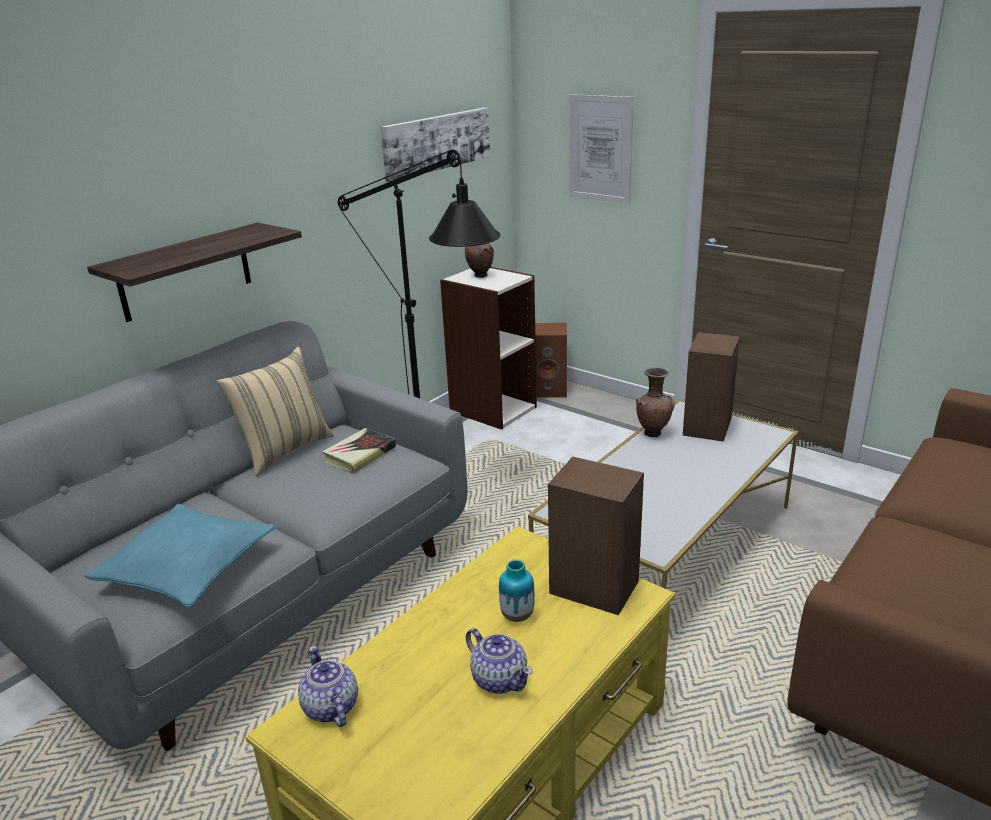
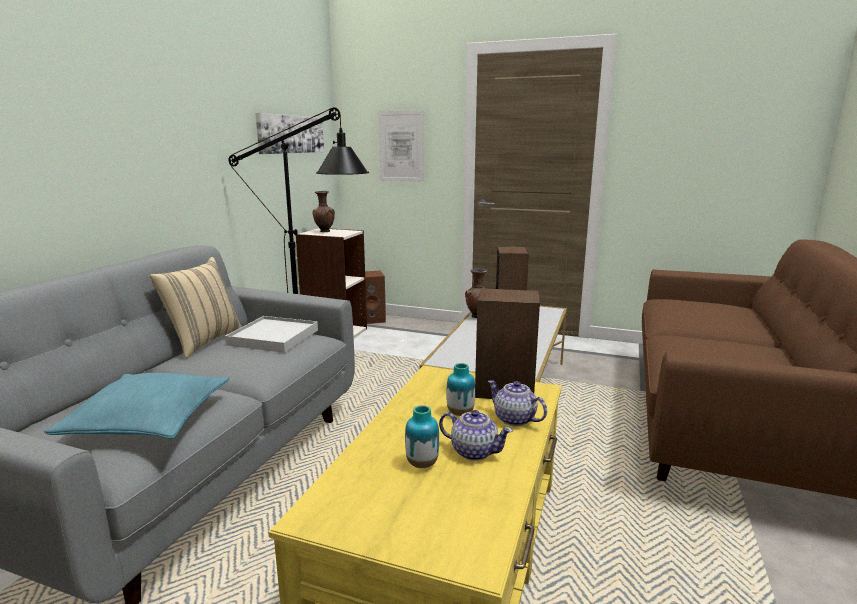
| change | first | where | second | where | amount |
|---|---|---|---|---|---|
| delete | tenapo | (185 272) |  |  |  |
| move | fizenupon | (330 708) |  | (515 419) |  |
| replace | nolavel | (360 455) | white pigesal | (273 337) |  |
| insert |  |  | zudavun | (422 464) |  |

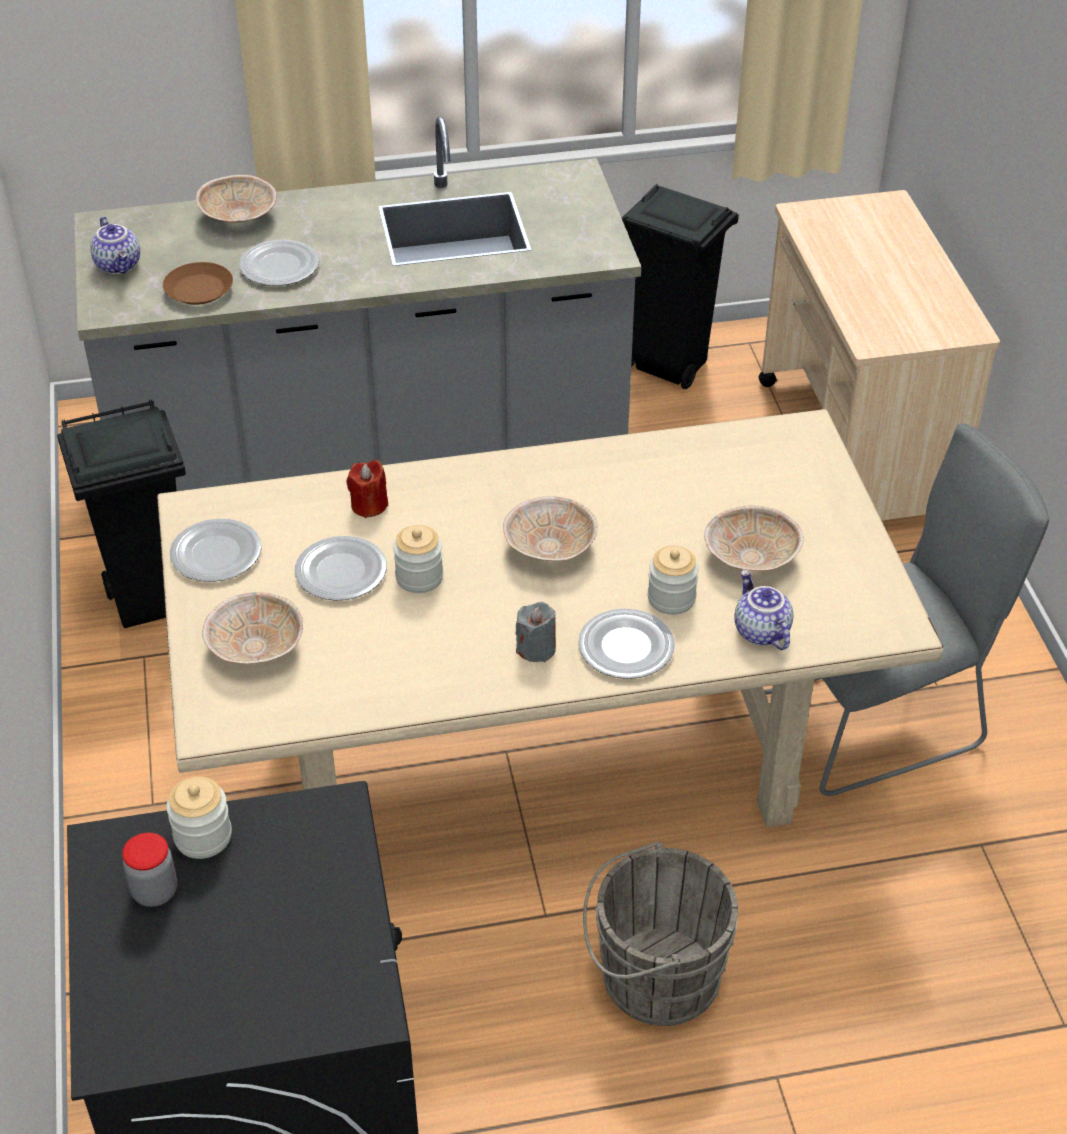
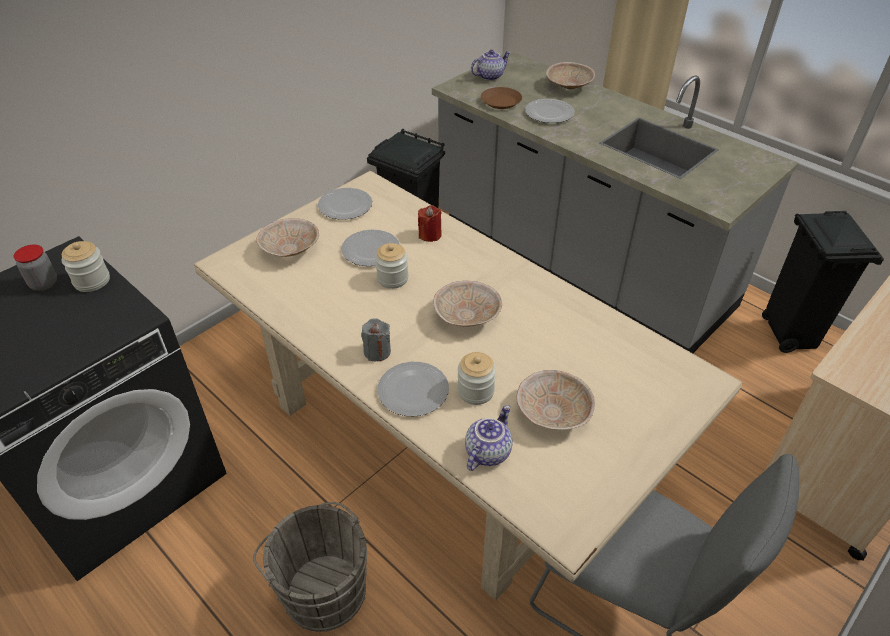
| change | first | where | second | where | amount |
|---|---|---|---|---|---|
| rotate | fizenupon | (119 265) |  | (490 76) | 150 degrees counterclockwise |

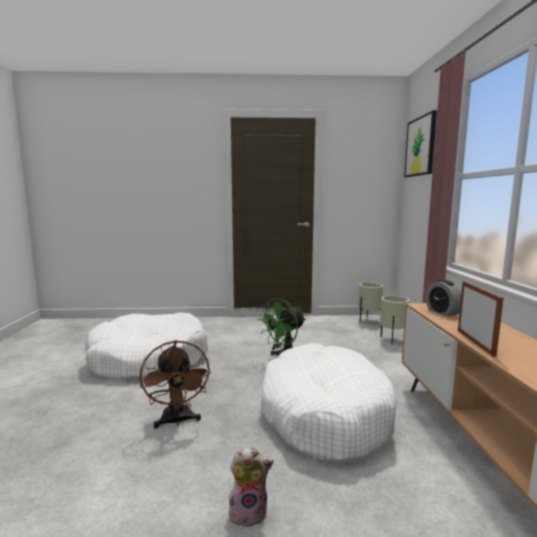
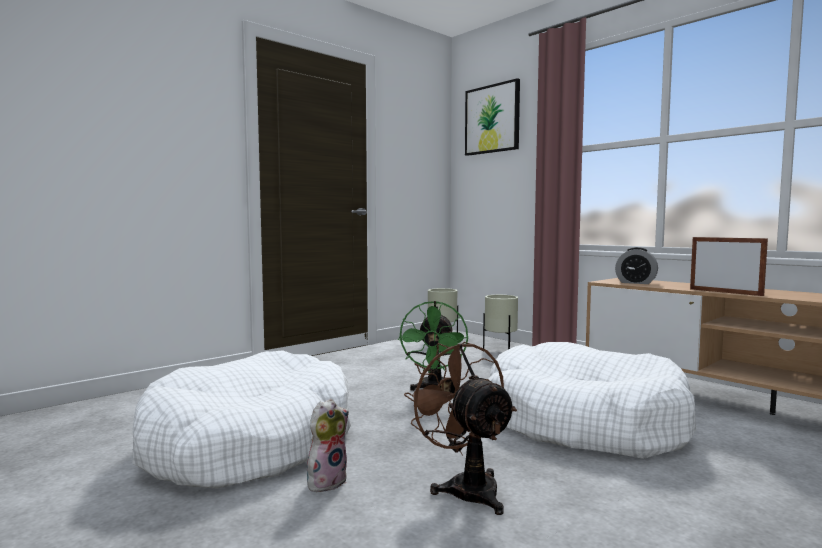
| change | first | where | second | where | amount |
|---|---|---|---|---|---|
| rotate | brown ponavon | (177 421) |  | (466 487) | 150 degrees counterclockwise |
| move | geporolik | (249 512) |  | (326 481) |  |

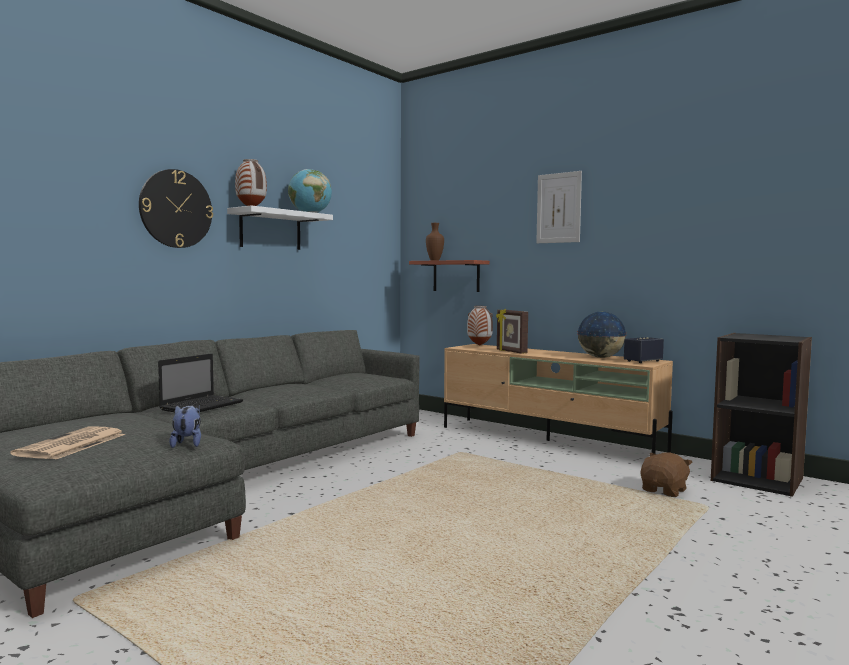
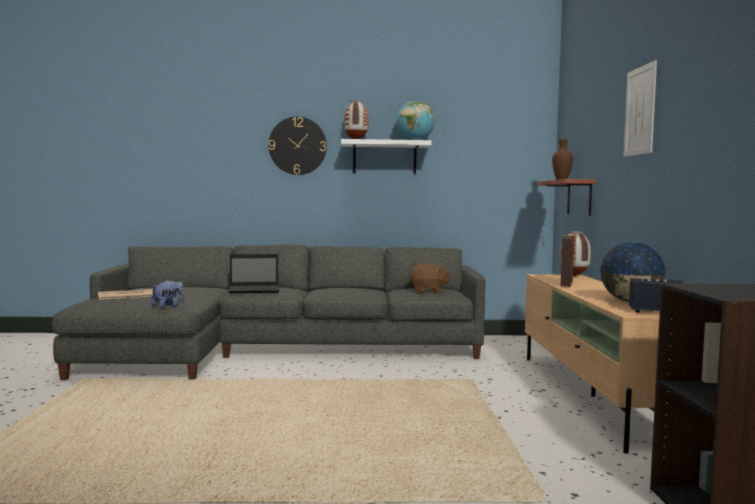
| change | first | where | second | where | amount |
|---|---|---|---|---|---|
| move | brown geporolik | (664 490) |  | (428 291) |  |

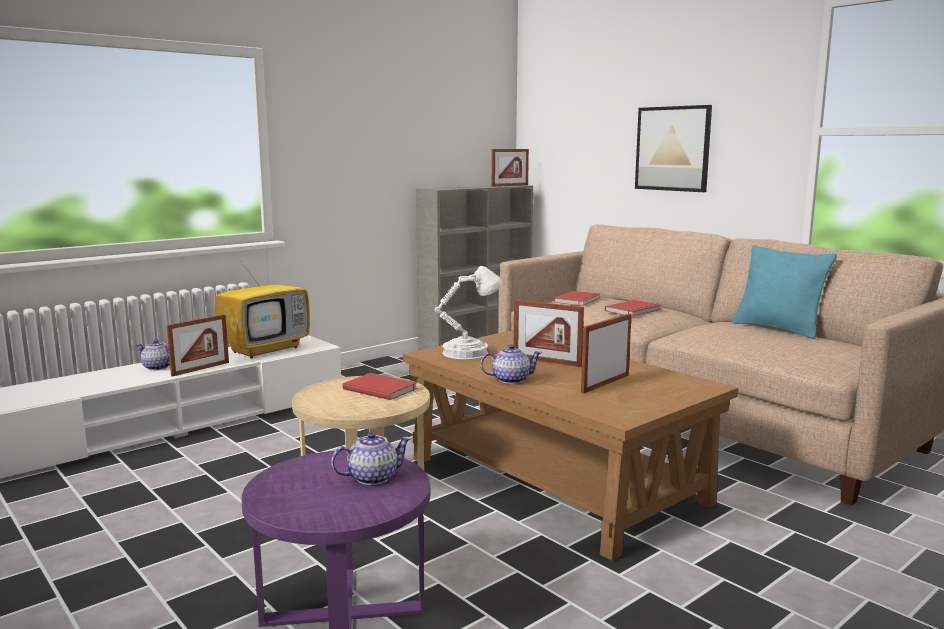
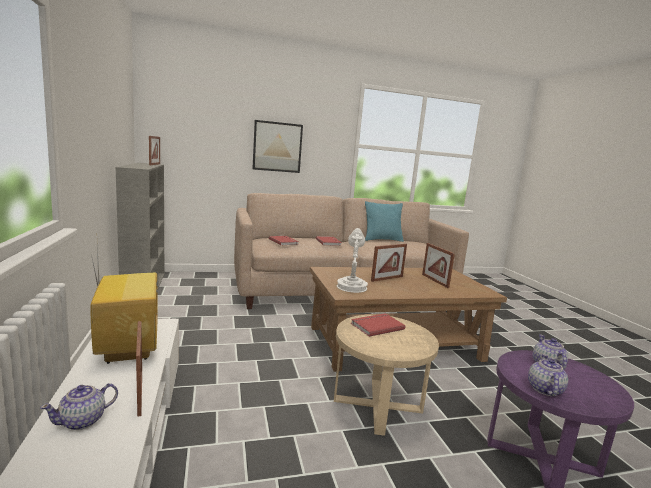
| change | first | where | second | where | amount |
|---|---|---|---|---|---|
| move | fizenupon | (510 380) |  | (544 389) |  |

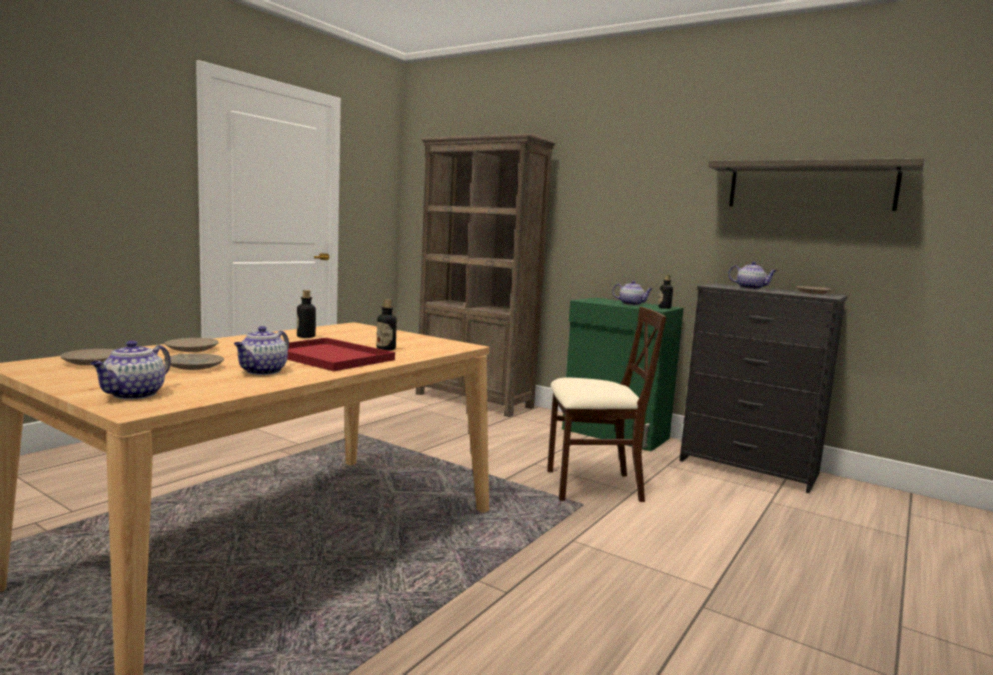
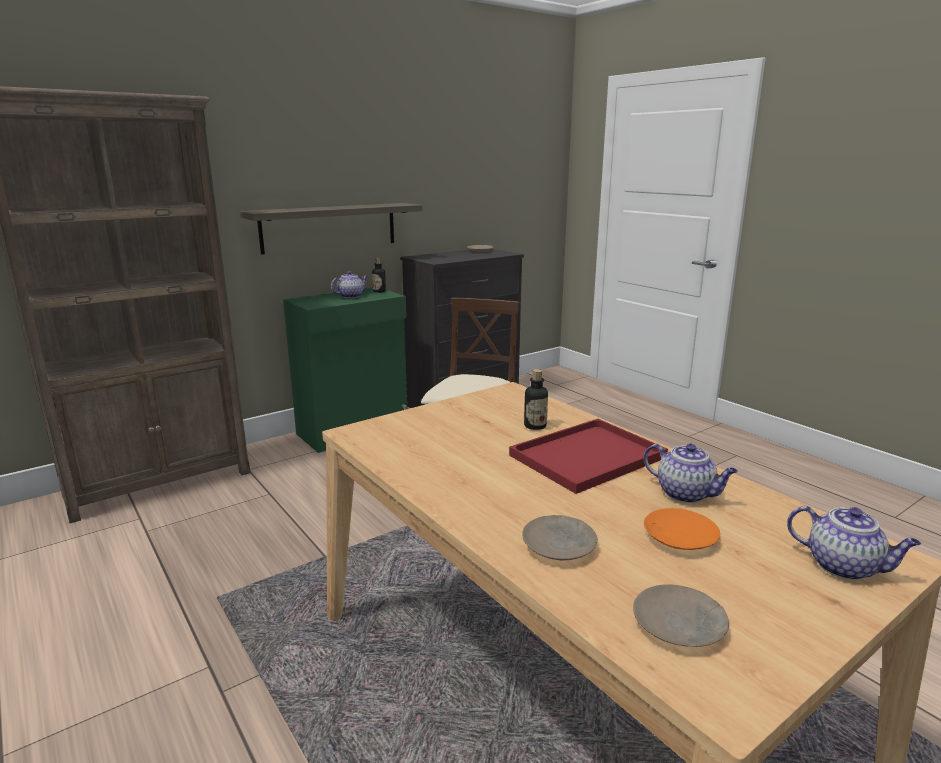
| change | first | where | second | where | amount |
|---|---|---|---|---|---|
| recolor | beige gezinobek | (193 367) | orange gezinobek | (679 537) |  |
| delete | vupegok | (306 336) |  |  |  |
| move | tenapo | (810 186) |  | (329 227) |  |
| delete | fizenupon | (751 288) |  |  |  |

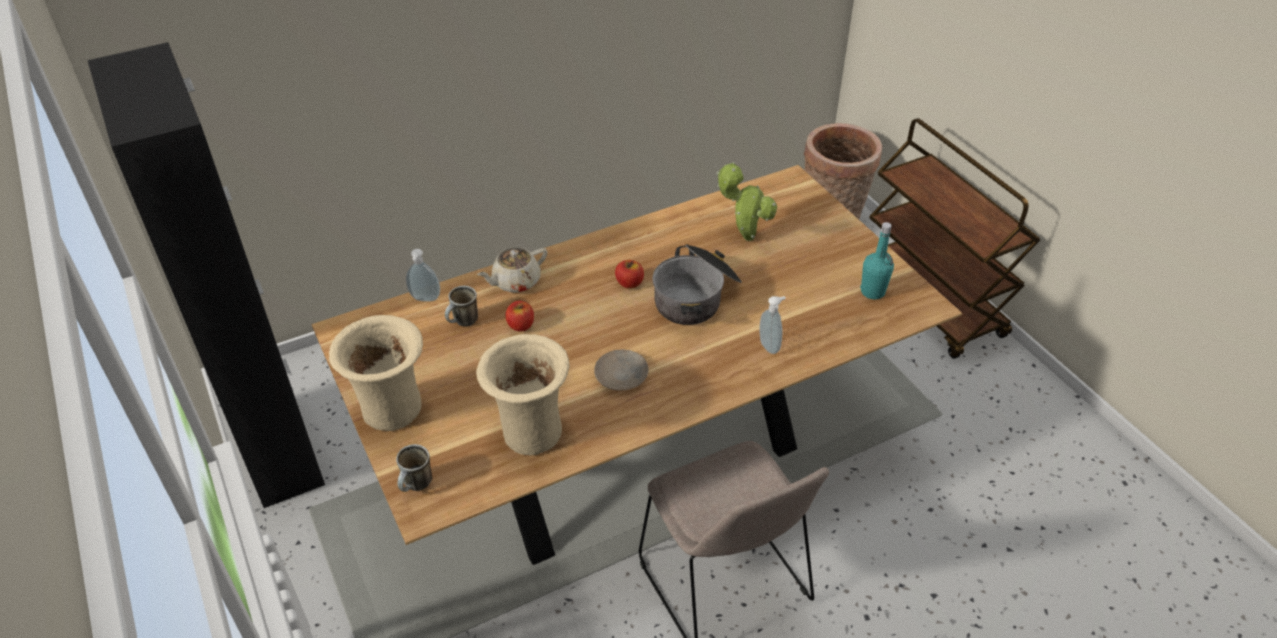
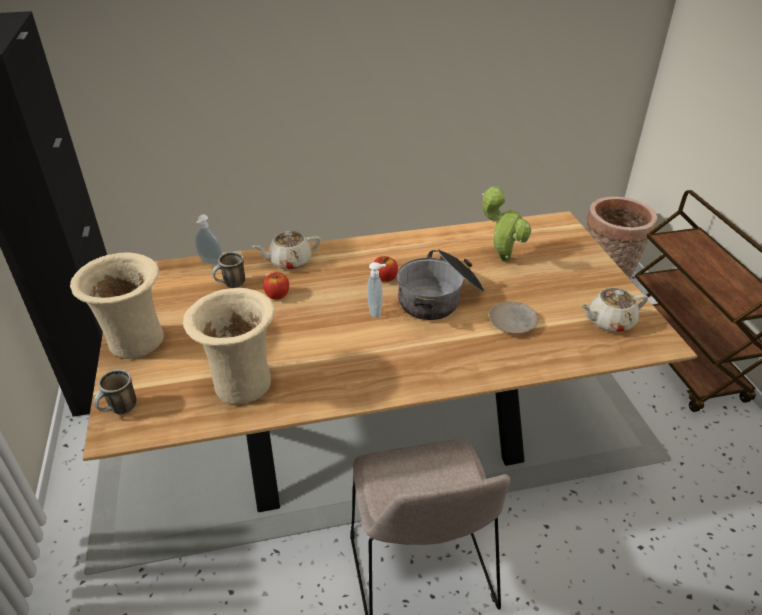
| change | first | where | second | where | amount |
|---|---|---|---|---|---|
| move | beige gezinobek | (622 375) |  | (513 322) |  |
| move | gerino | (770 346) |  | (376 312) |  |
| replace | turquoise vupegok | (872 292) | beige fizenupon | (609 322) |  |

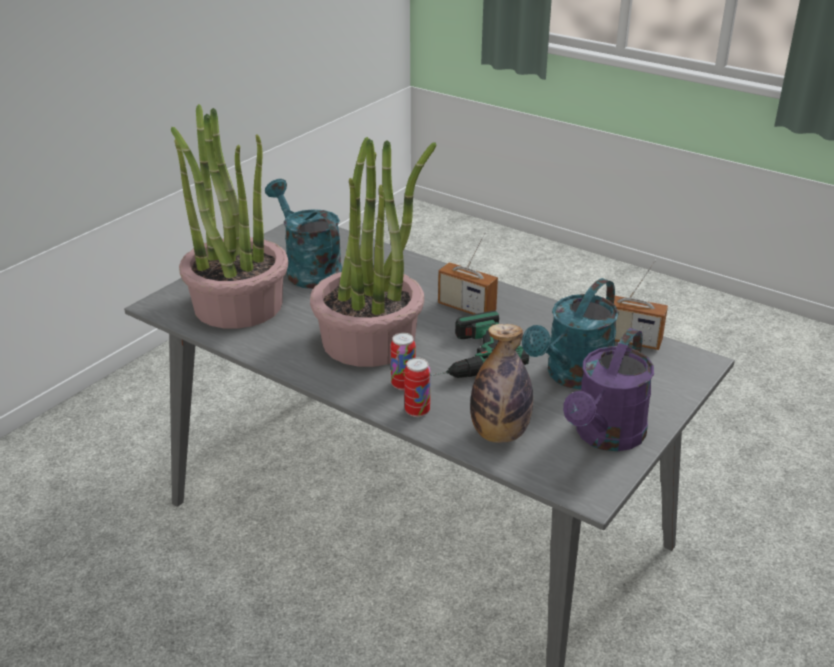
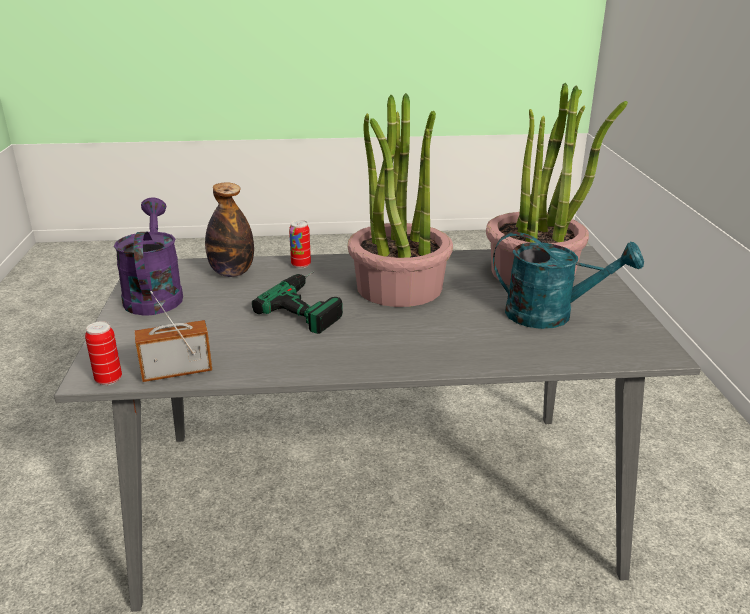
| change | first | where | second | where | amount |
|---|---|---|---|---|---|
| move | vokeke | (403 385) |  | (108 379) |  |
| delete | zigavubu | (466 308) |  |  |  |
| delete | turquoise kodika | (572 377) |  |  |  |

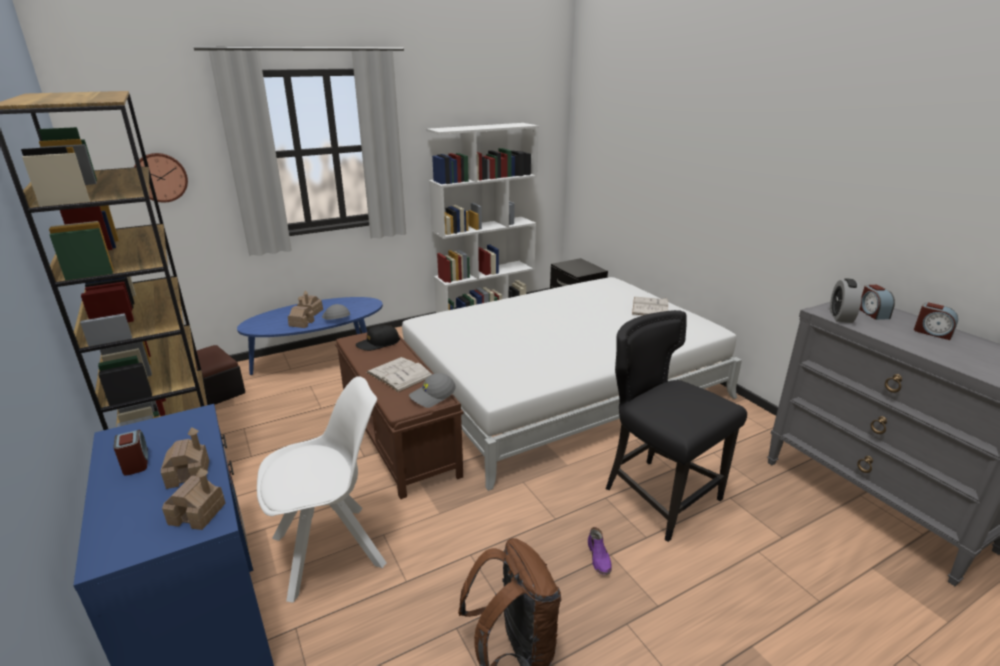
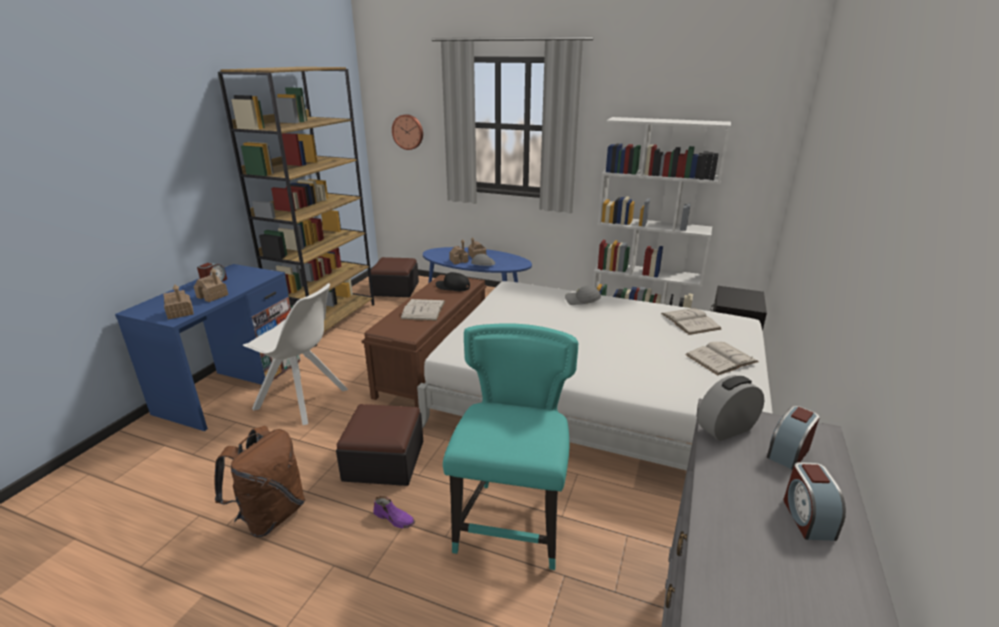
| change | first | where | second | where | amount |
|---|---|---|---|---|---|
| move | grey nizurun | (432 396) |  | (582 301) |  |
| rotate | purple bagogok | (599 558) |  | (394 518) | 105 degrees counterclockwise |
| recolor | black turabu | (659 495) | turquoise turabu | (512 521) |  |
| insert |  |  | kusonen | (384 461) |  |
| insert |  |  | white nolavel | (690 321) |  |

